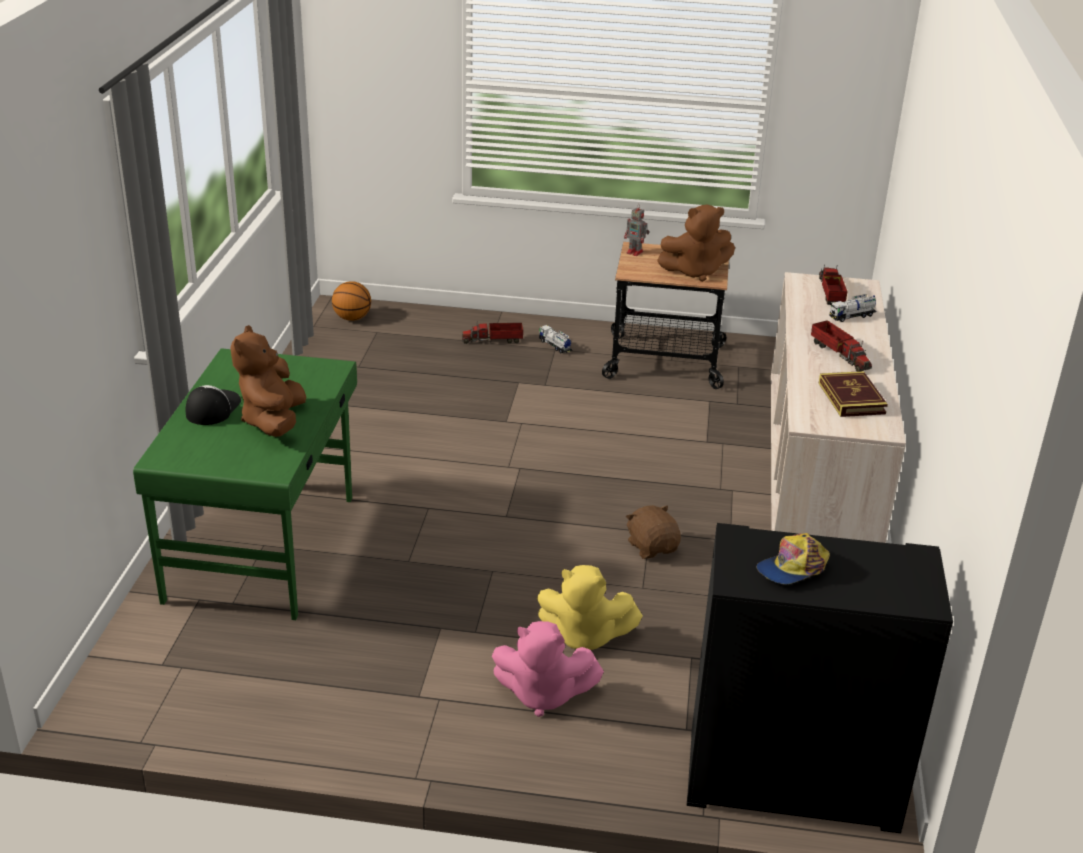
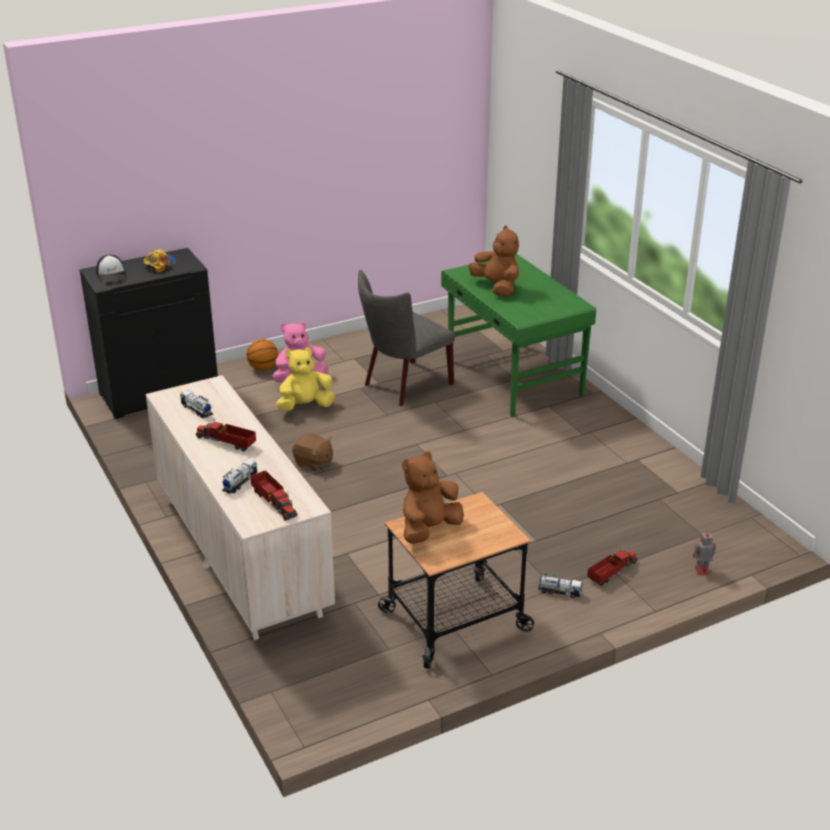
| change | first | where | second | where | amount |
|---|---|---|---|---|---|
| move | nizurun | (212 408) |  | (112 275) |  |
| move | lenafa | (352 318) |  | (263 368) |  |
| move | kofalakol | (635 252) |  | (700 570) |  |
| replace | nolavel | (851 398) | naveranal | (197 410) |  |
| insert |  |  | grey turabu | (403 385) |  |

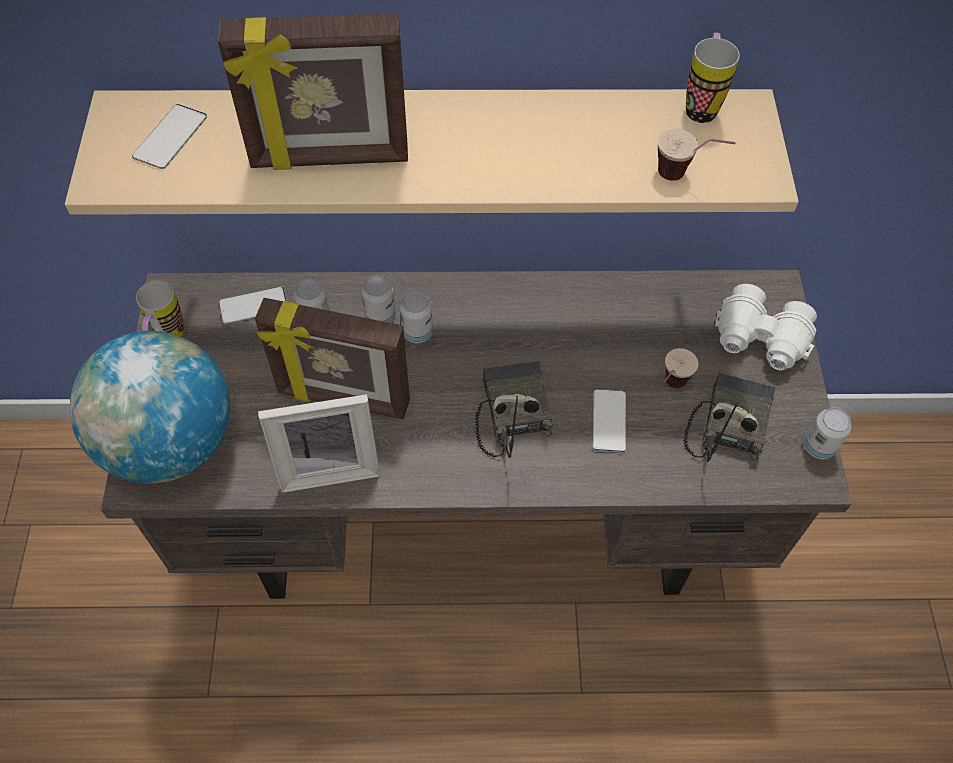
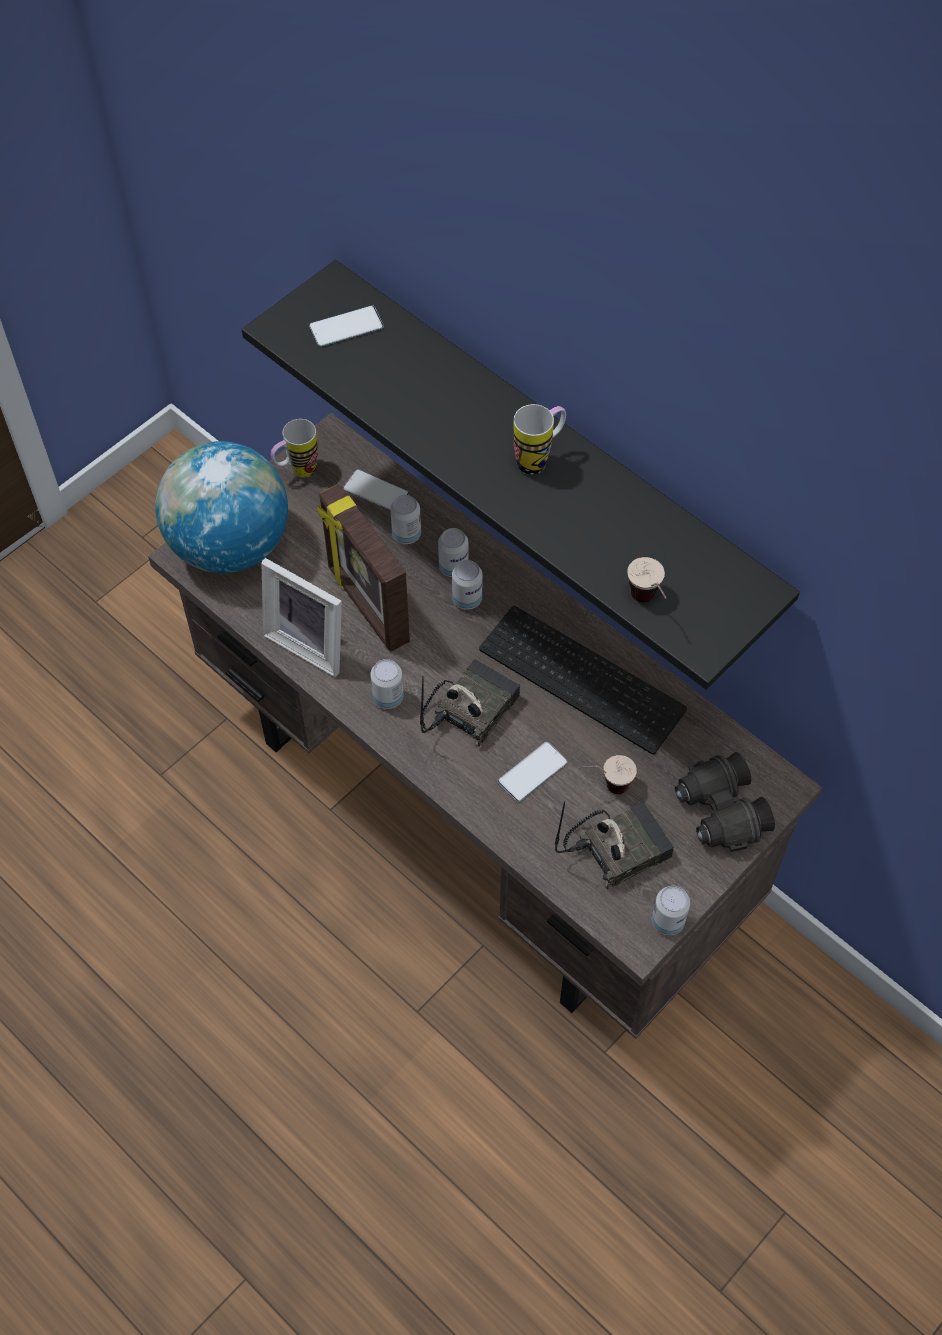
| change | first | where | second | where | amount |
|---|---|---|---|---|---|
| recolor | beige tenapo | (436 135) | black tenapo | (550 450) |  |
| delete | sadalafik | (330 158) |  |  |  |
| move | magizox | (701 104) |  | (539 459) |  |
| recolor | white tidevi | (760 340) | black tidevi | (720 812) |  |
| insert |  |  | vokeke | (388 697) |  |
| insert |  |  | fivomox | (585 677) |  |

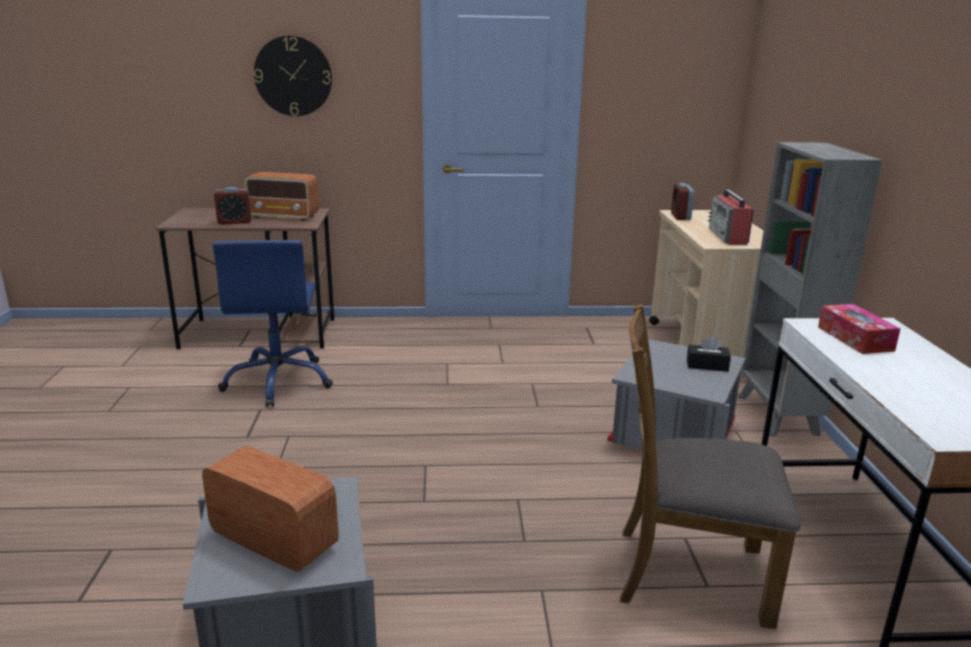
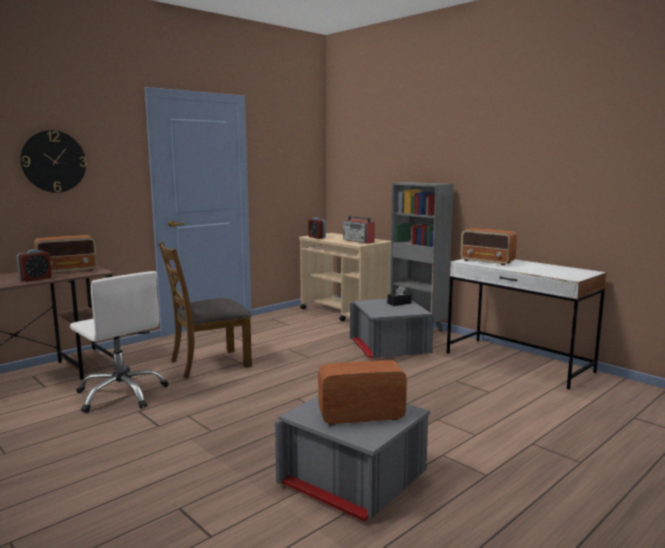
| change | first | where | second | where | amount |
|---|---|---|---|---|---|
| recolor | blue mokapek | (279 381) | white mokapek | (121 394) |  |
| move | brown turabu | (690 573) |  | (209 363) |  |
| replace | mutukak | (855 338) | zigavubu | (487 262) |  |

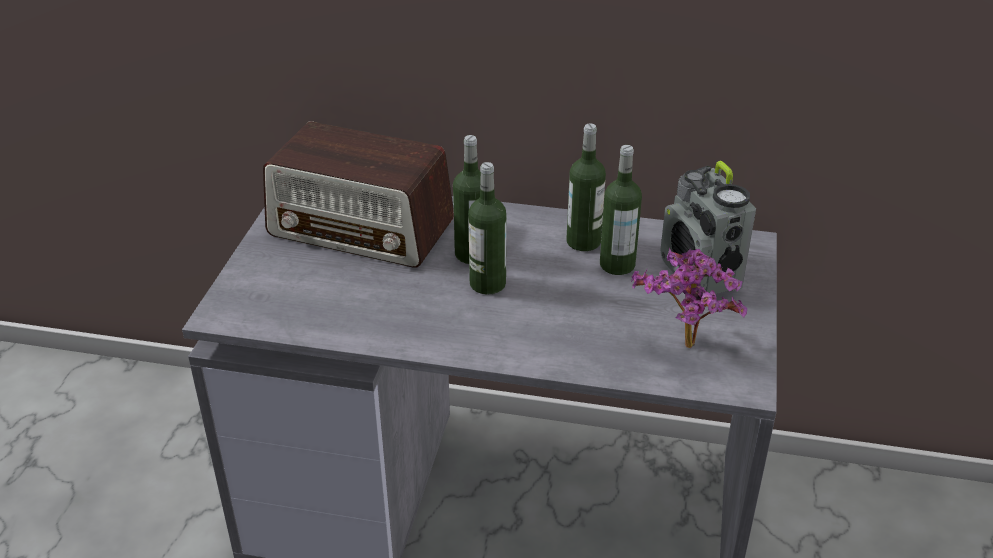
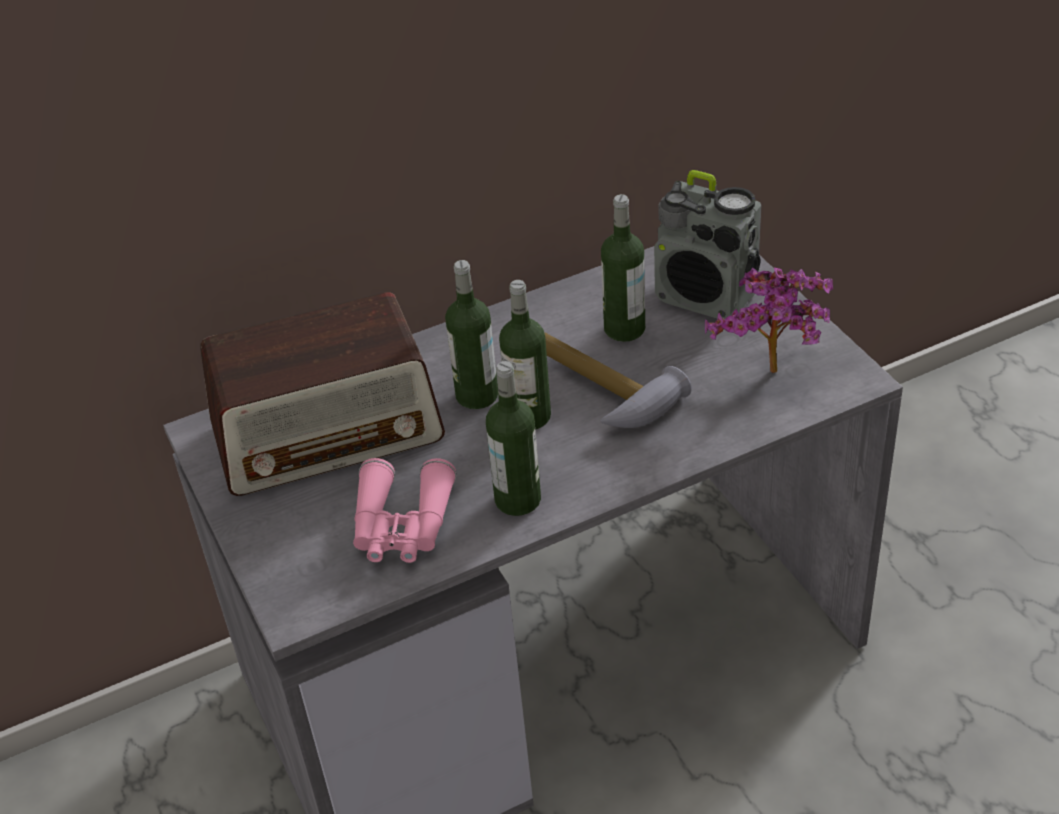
| change | first | where | second | where | amount |
|---|---|---|---|---|---|
| move | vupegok | (583 241) |  | (518 499) |  |
| insert |  |  | pink tidevi | (402 526) |  |
| insert |  |  | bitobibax | (599 389) |  |

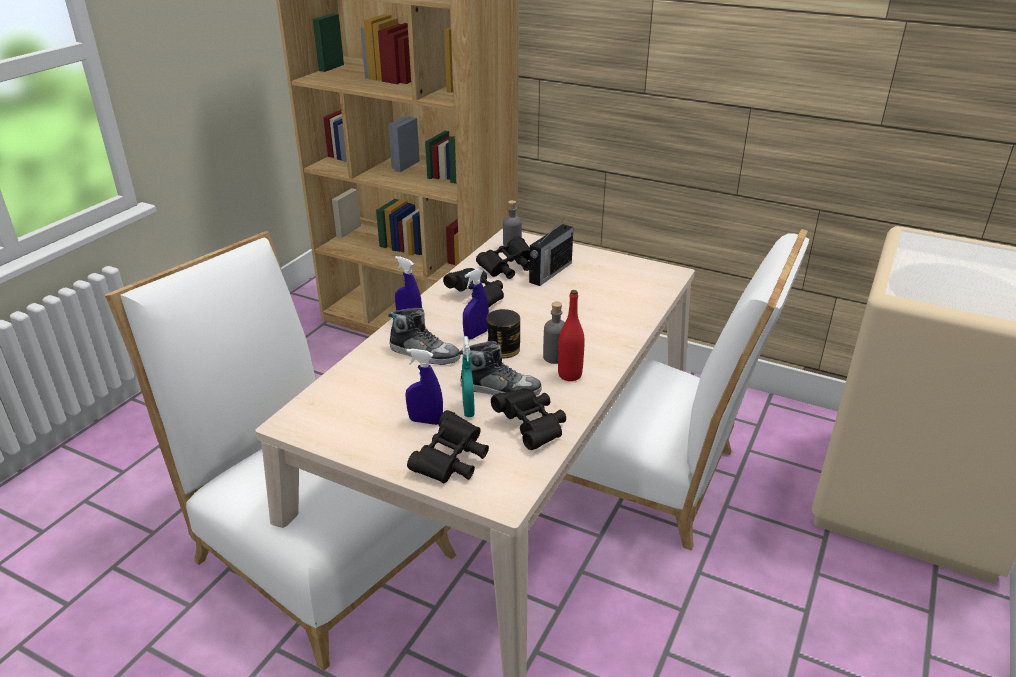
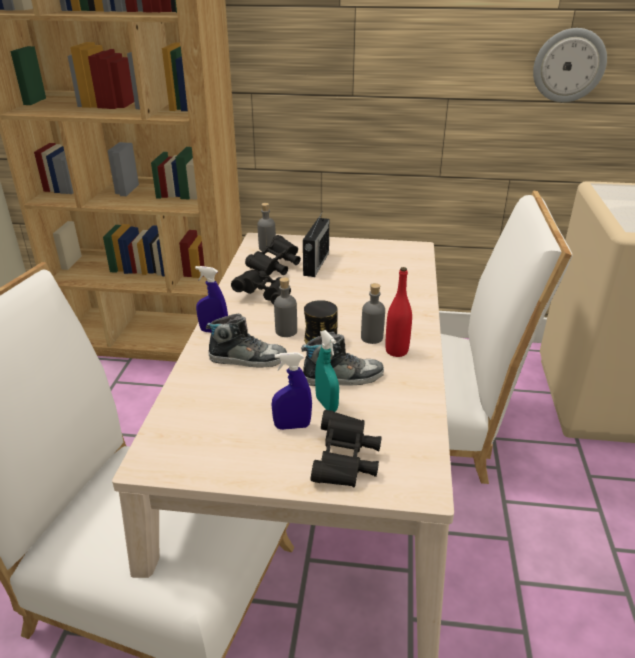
| change | first | where | second | where | amount |
|---|---|---|---|---|---|
| replace | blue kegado | (476 335) | grey vupegok | (286 331) |  |
| delete | black tidevi | (531 427) |  |  |  |
| insert |  |  | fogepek | (569 65) |  |

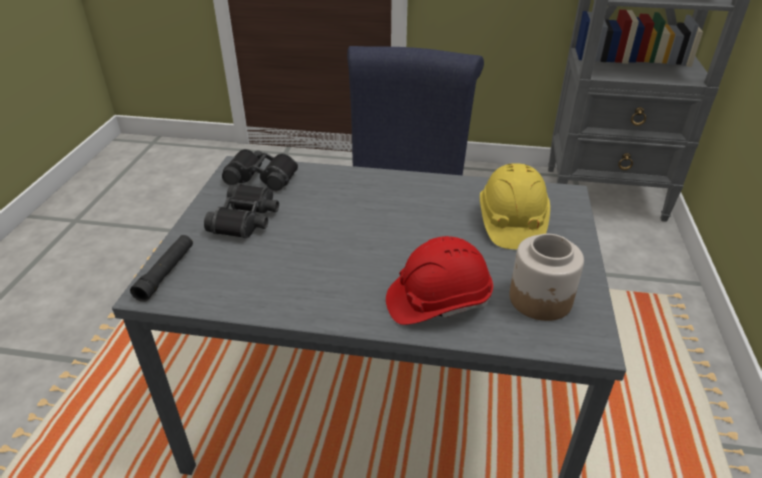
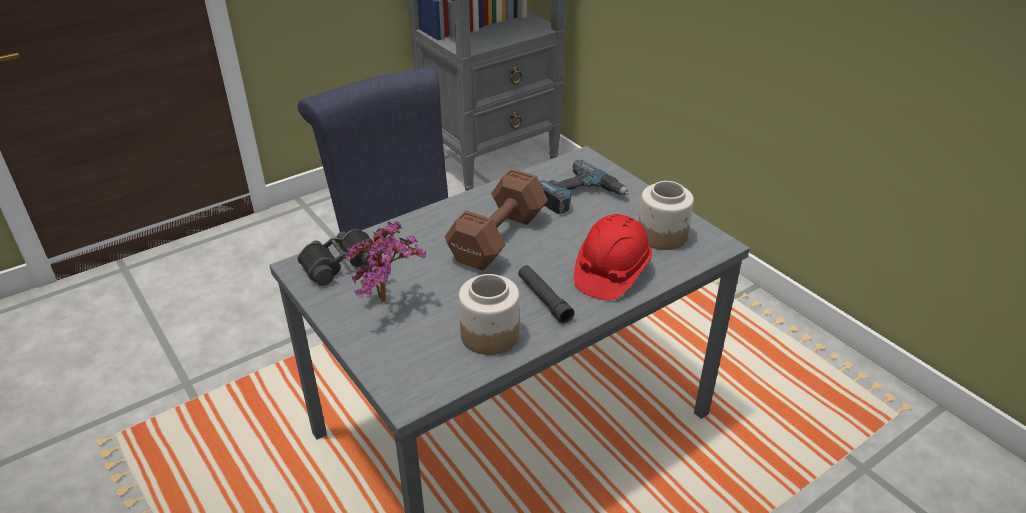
| change | first | where | second | where | amount |
|---|---|---|---|---|---|
| move | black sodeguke | (166 273) |  | (544 299) |  |
| replace | black tidevi | (246 219) | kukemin | (389 302) |  |
| replace | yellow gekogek | (511 223) | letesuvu | (579 196) |  |
| insert |  |  | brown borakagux | (500 237) |  |
| insert |  |  | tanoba | (489 335) |  |

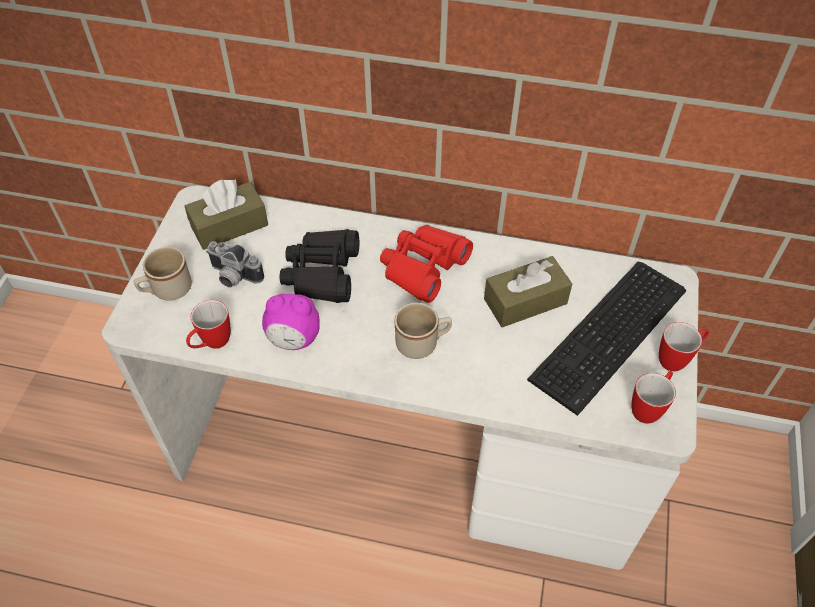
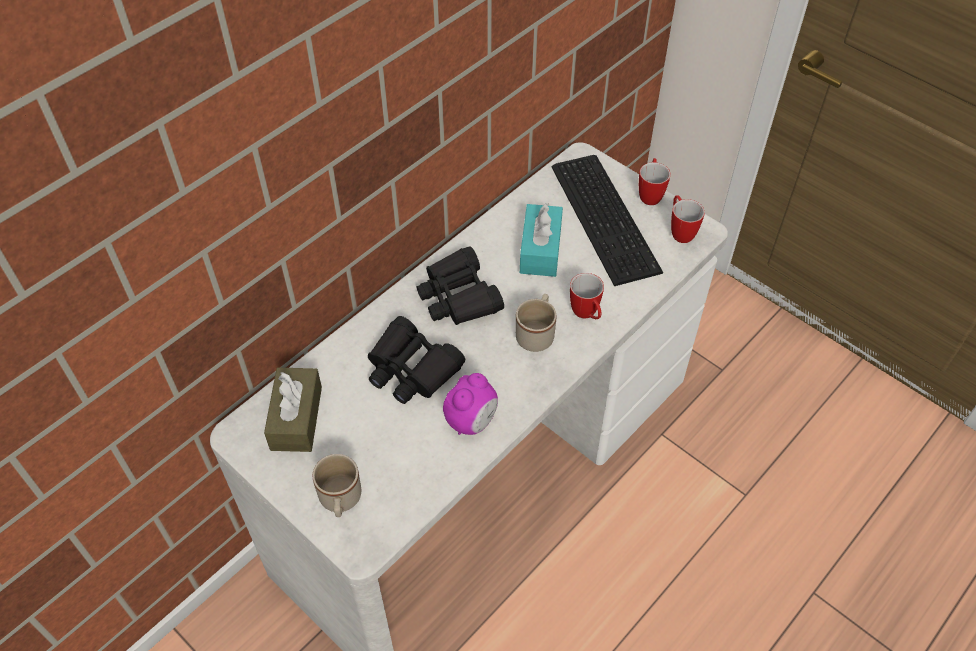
| change | first | where | second | where | amount |
|---|---|---|---|---|---|
| move | magizox | (212 344) |  | (587 315) |  |
| delete | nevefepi | (233 277) |  |  |  |
| recolor | red tidevi | (423 267) | black tidevi | (458 296) |  |
| recolor | brown mutukak | (525 301) | turquoise mutukak | (540 250) |  |

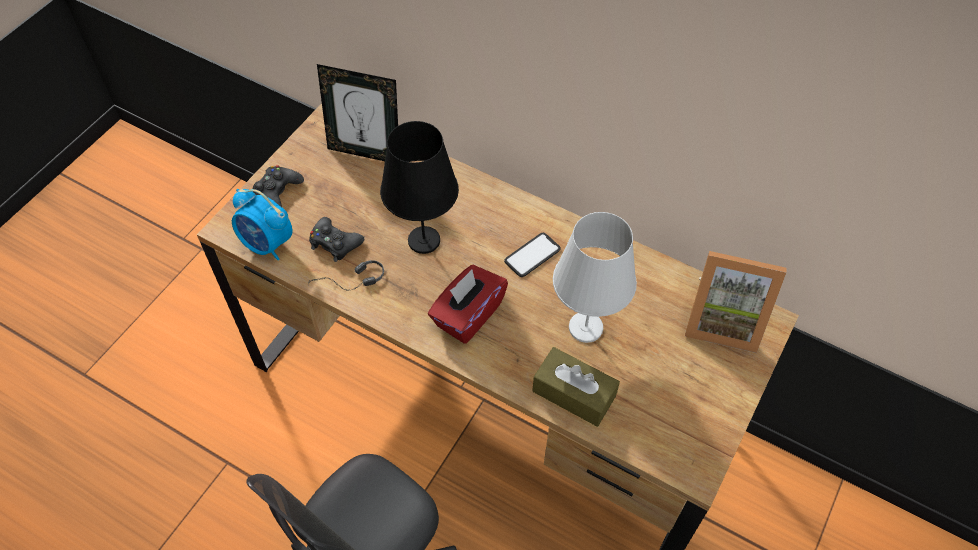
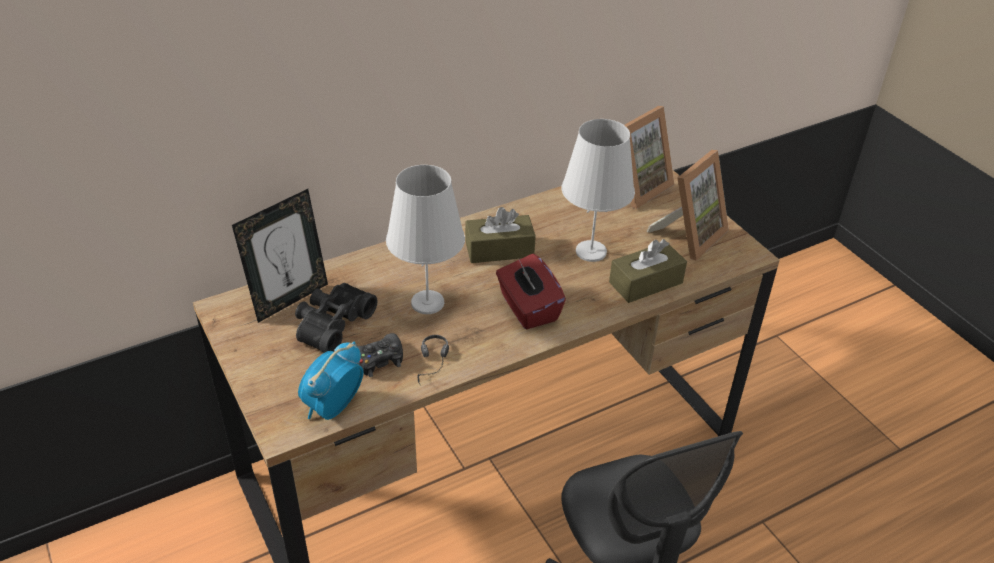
| change | first | where | second | where | amount |
|---|---|---|---|---|---|
| rotate | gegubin | (267 244) |  | (333 407) | 150 degrees clockwise |
| delete | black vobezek | (277 192) |  |  |  |
| recolor | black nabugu | (424 241) | white nabugu | (428 303) |  |
| replace | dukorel | (532 255) | brown mutukak | (499 249) |  |
| insert |  |  | black tidevi | (331 324) |  |
| insert |  |  | sadalafik | (689 236) |  |

